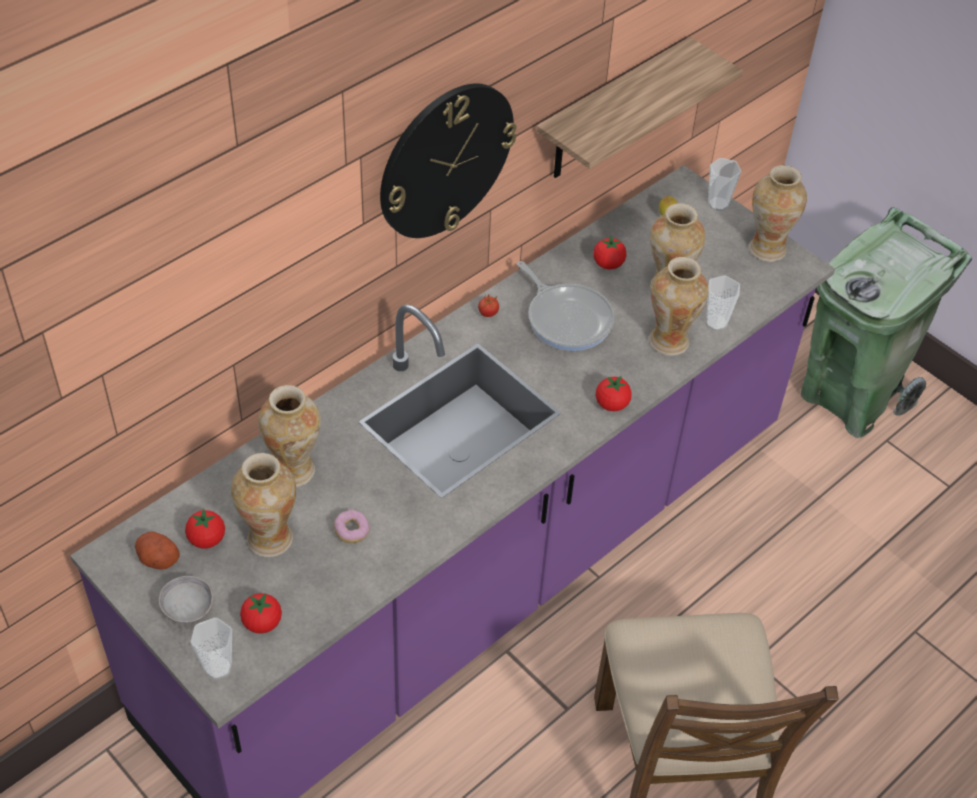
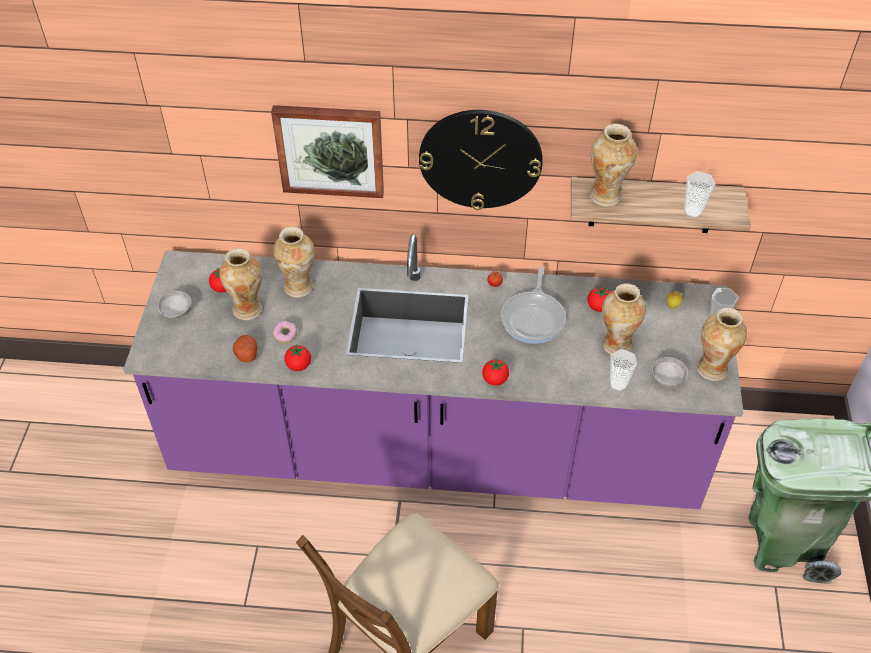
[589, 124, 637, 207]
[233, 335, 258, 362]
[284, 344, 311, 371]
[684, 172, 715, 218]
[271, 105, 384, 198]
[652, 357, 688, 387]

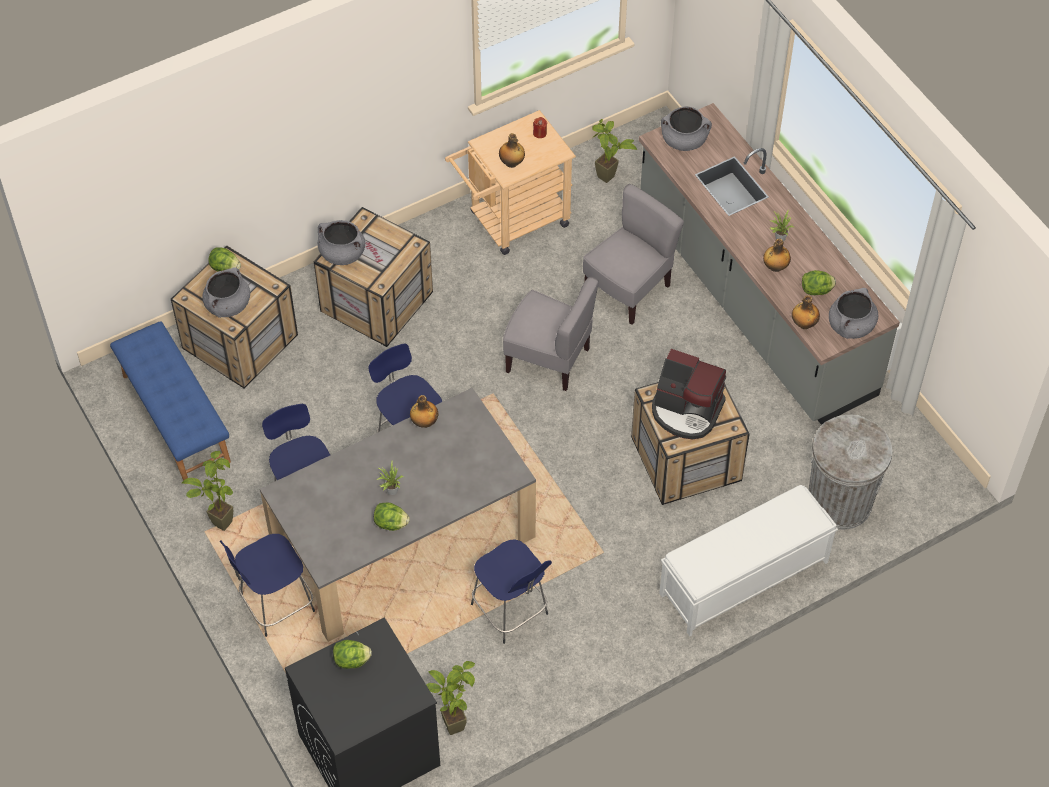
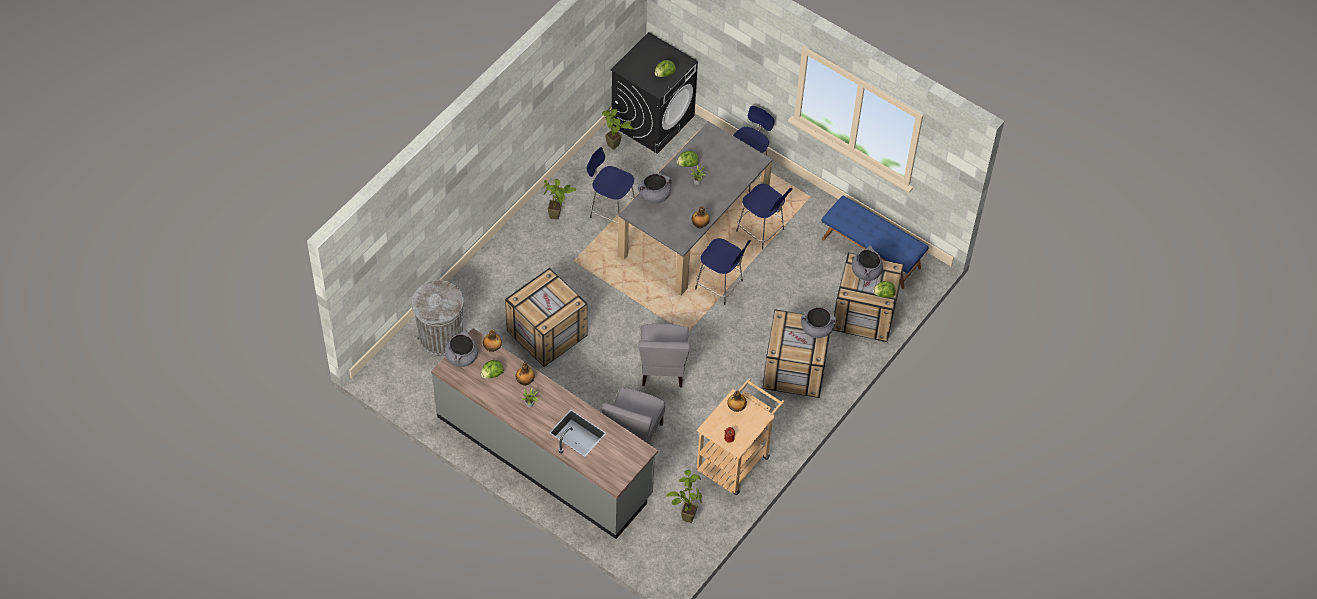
[638, 173, 672, 204]
[639, 324, 690, 387]
[652, 349, 726, 440] (first image)
[544, 179, 577, 220]
[659, 485, 838, 636] (first image)

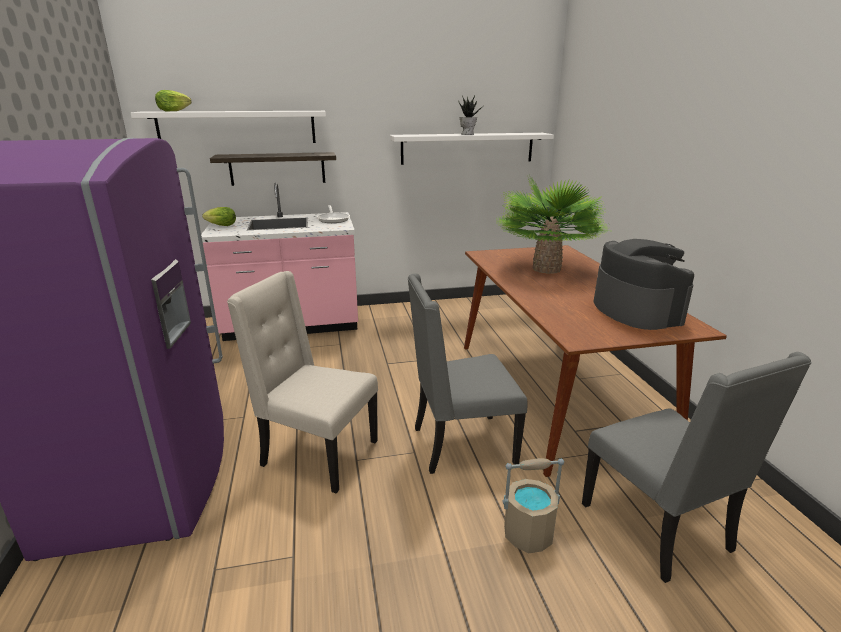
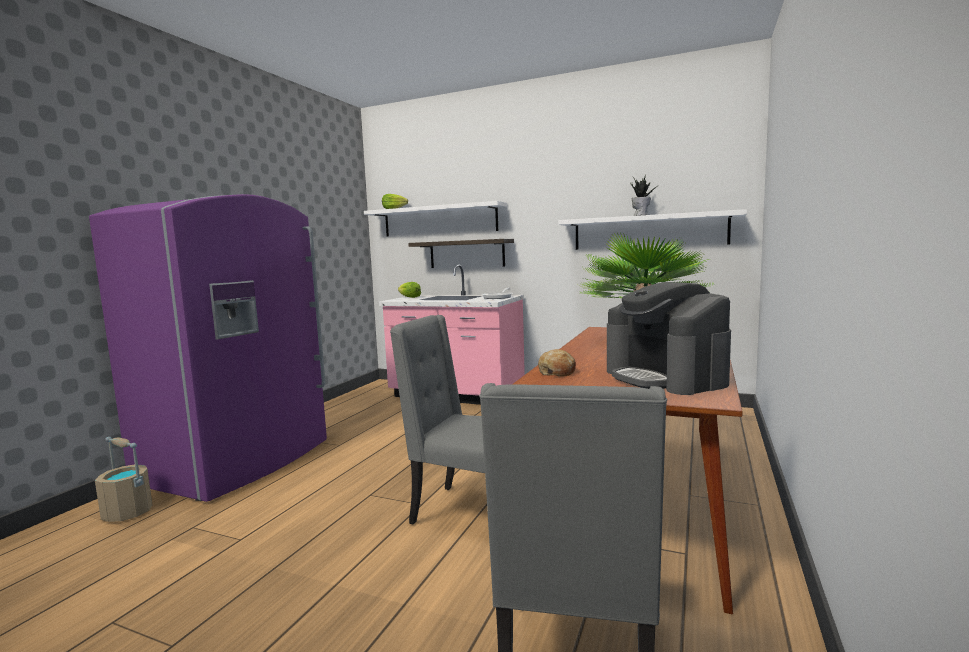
[607, 282, 731, 395]
[227, 271, 378, 494] (first image)
[95, 437, 153, 522]
[538, 349, 576, 377]

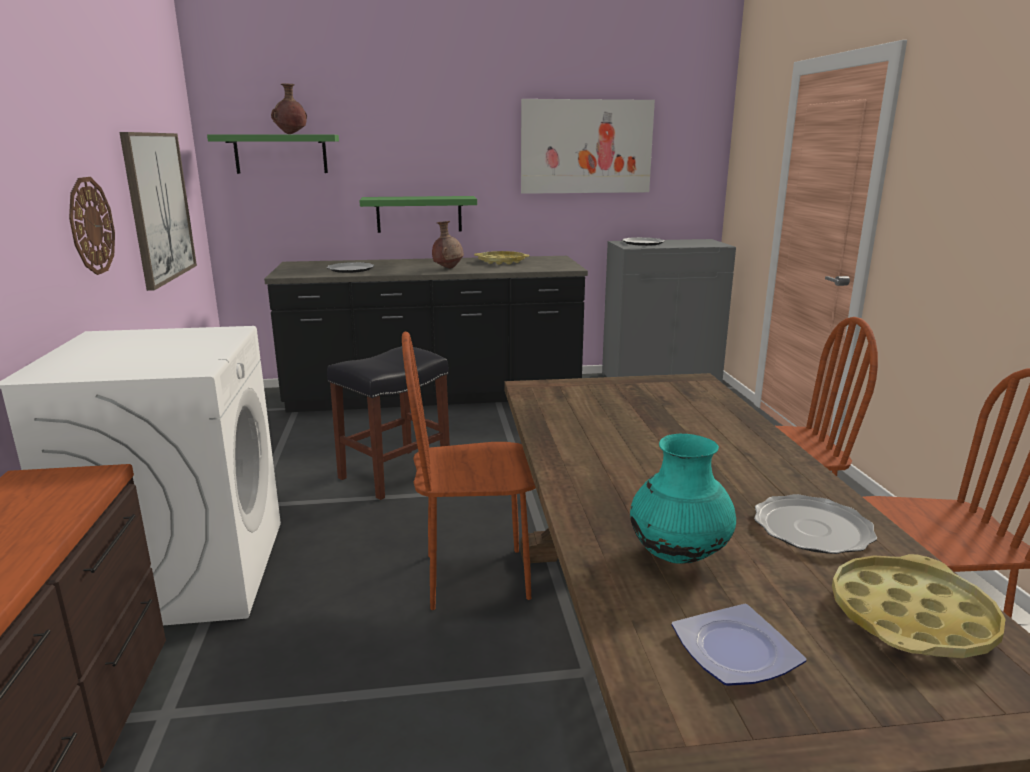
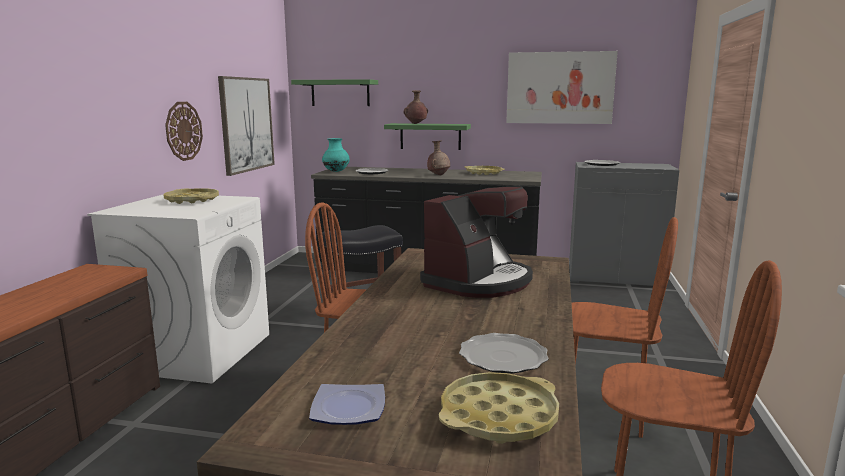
[404, 90, 428, 124]
[322, 138, 349, 172]
[420, 186, 533, 298]
[164, 188, 219, 204]

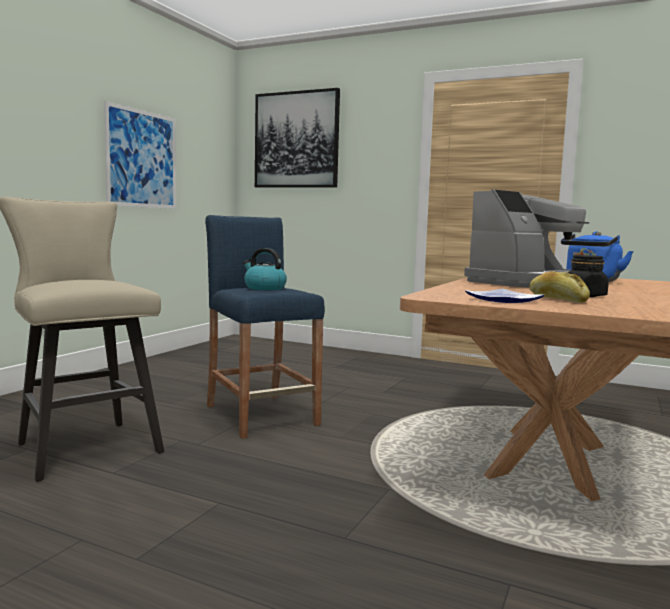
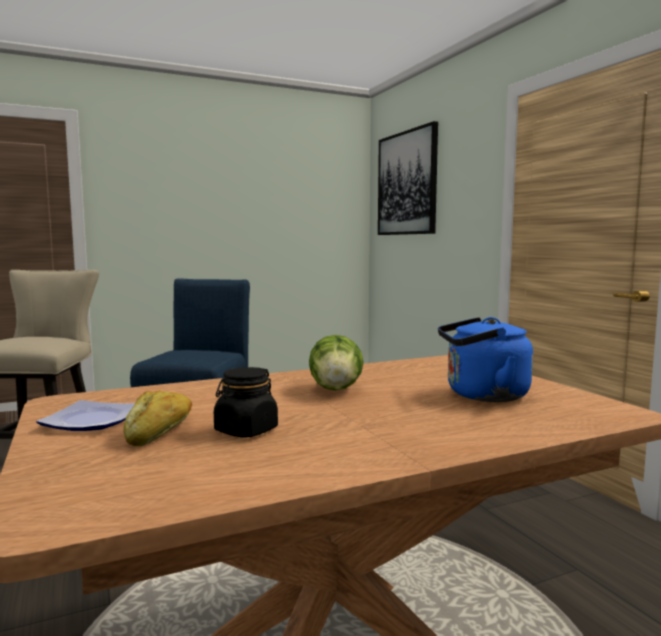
[104, 101, 176, 209] (first image)
[309, 335, 364, 391]
[243, 248, 287, 290] (first image)

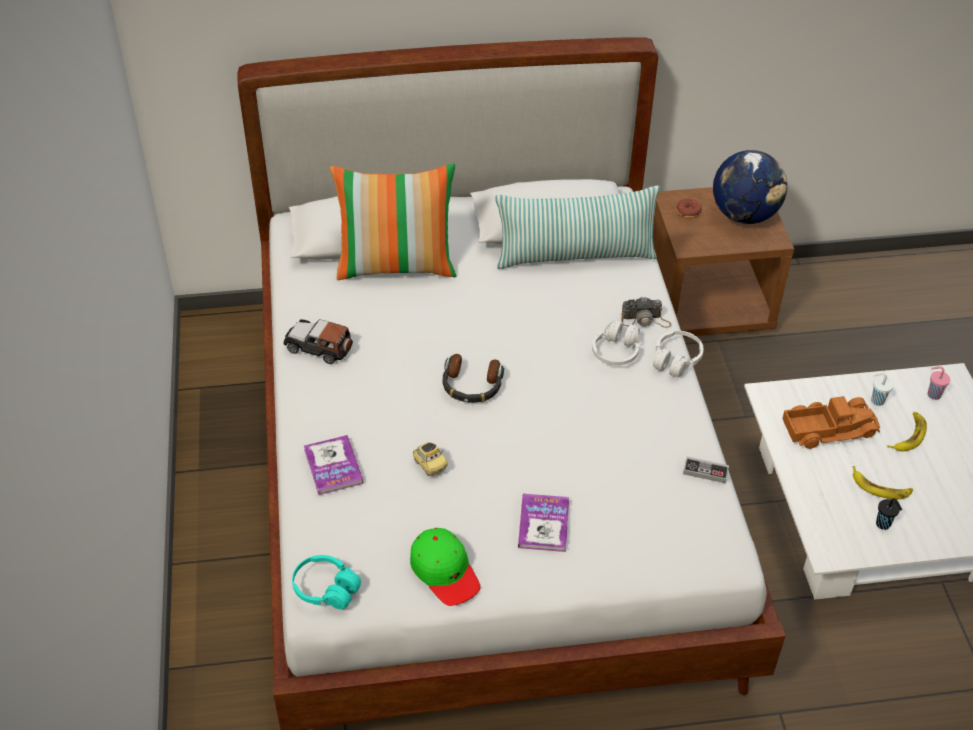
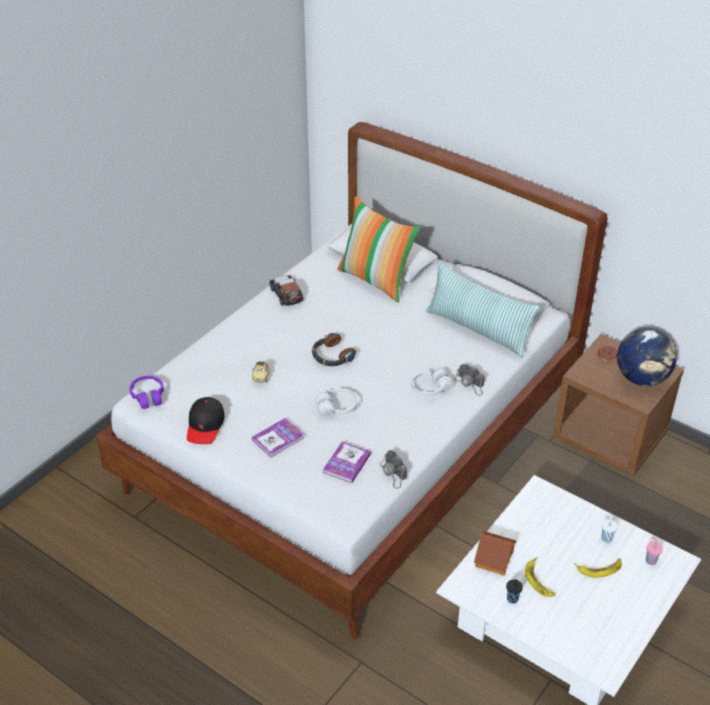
[315, 388, 358, 417]
[782, 396, 880, 449] (first image)
[323, 441, 371, 483]
[380, 450, 407, 489]
[187, 397, 225, 444]
[129, 376, 164, 409]
[474, 532, 516, 576]

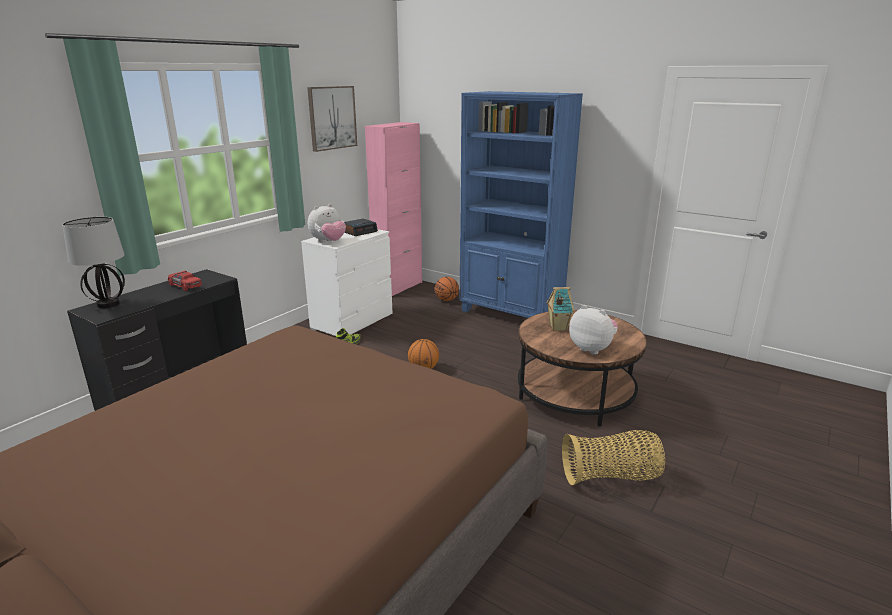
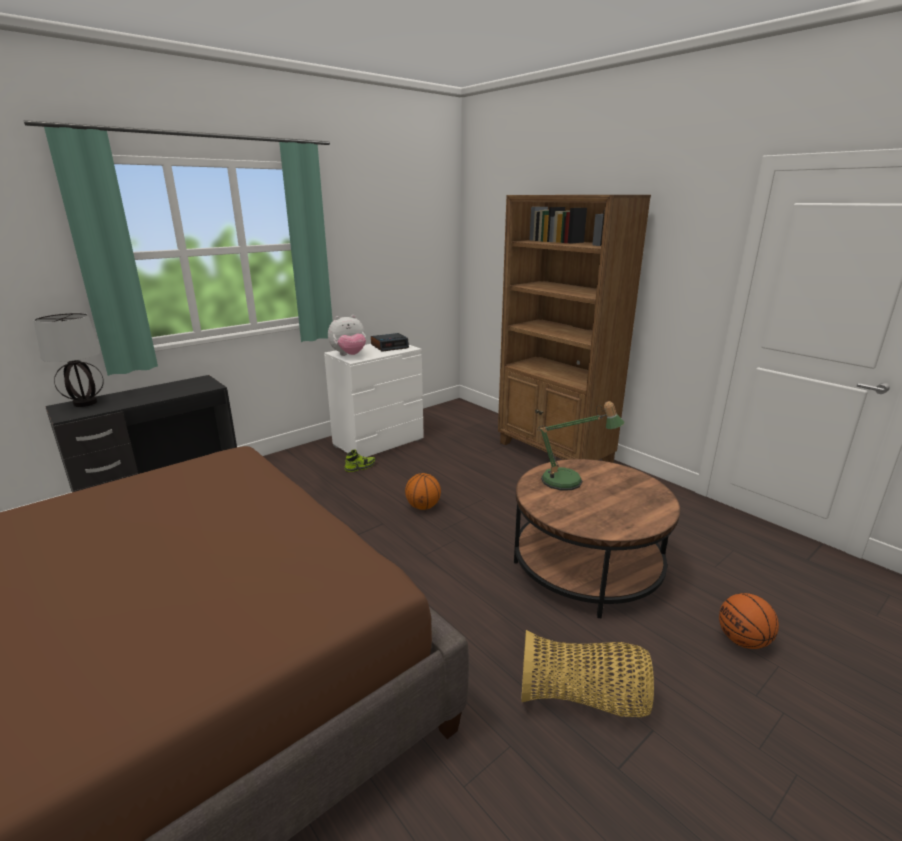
[307, 86, 357, 152] (first image)
[498, 195, 651, 463]
[365, 122, 422, 296] (first image)
[168, 270, 202, 291] (first image)
[719, 593, 779, 649]
[538, 401, 624, 491]
[569, 305, 618, 355] (first image)

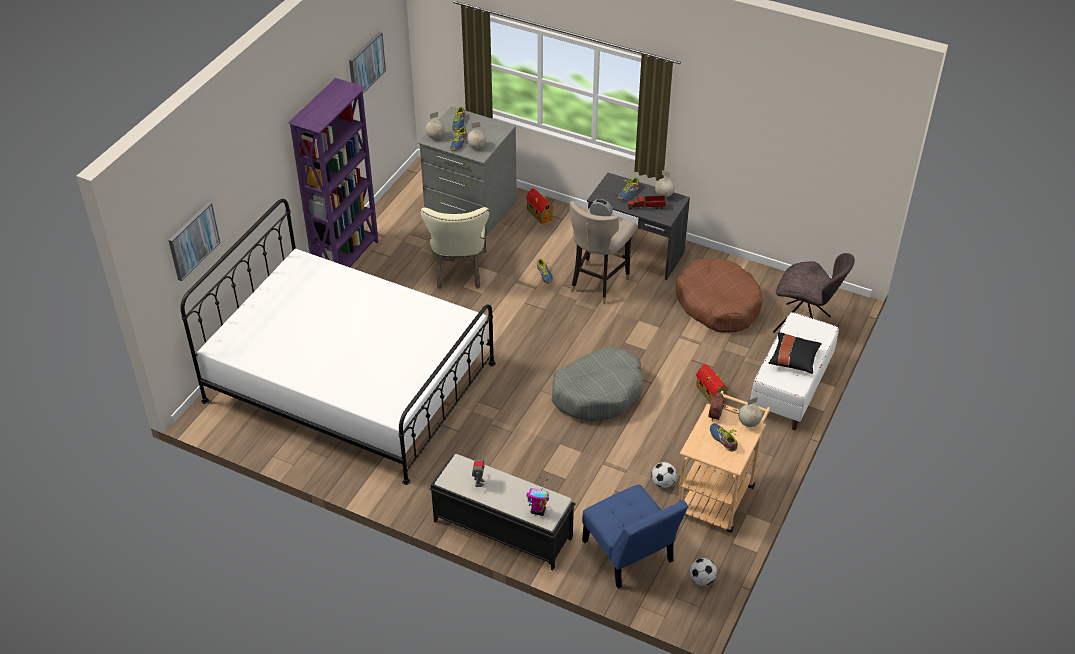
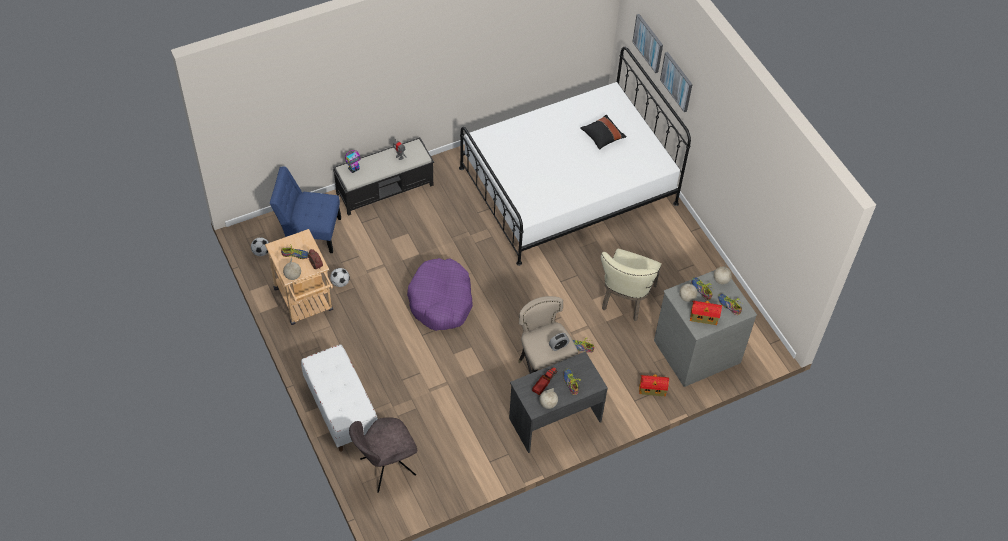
[660, 52, 693, 112]
[288, 78, 379, 267] (first image)
[601, 249, 661, 321]
[676, 258, 763, 333] (first image)
[580, 115, 627, 150]
[407, 258, 473, 331]
[690, 300, 722, 325]

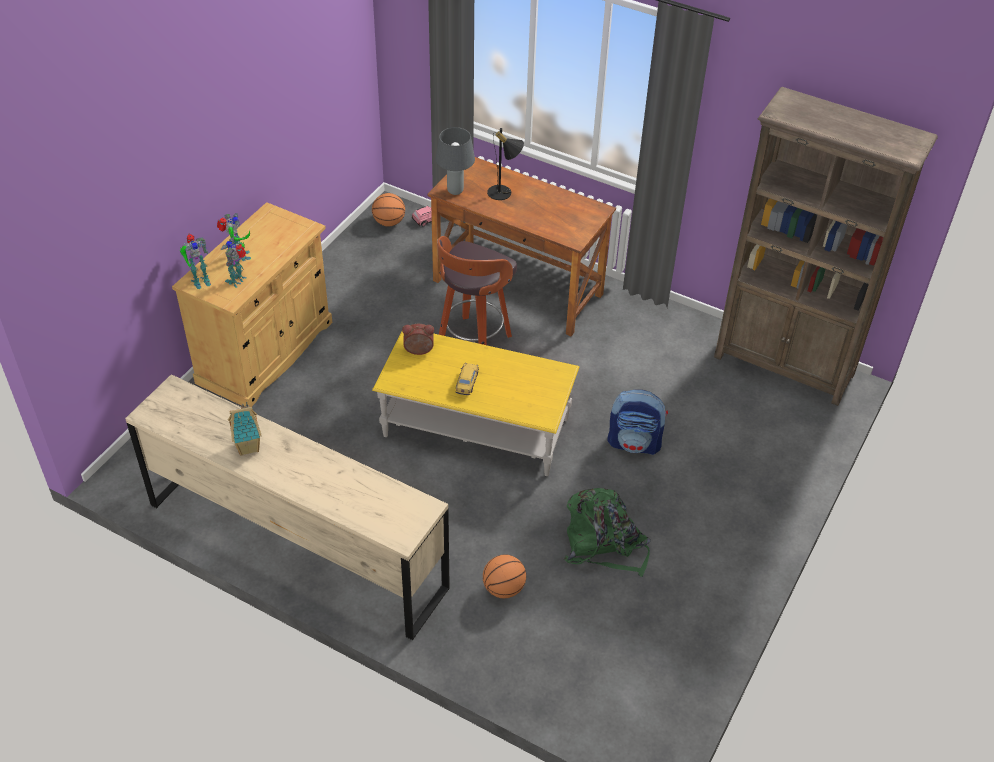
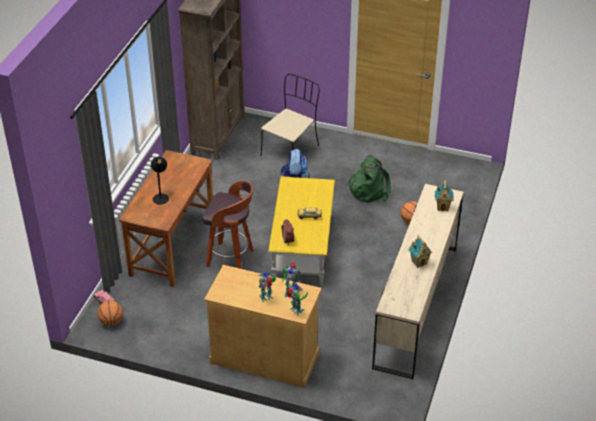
[436, 127, 475, 195] (first image)
[261, 74, 320, 156]
[435, 180, 454, 212]

